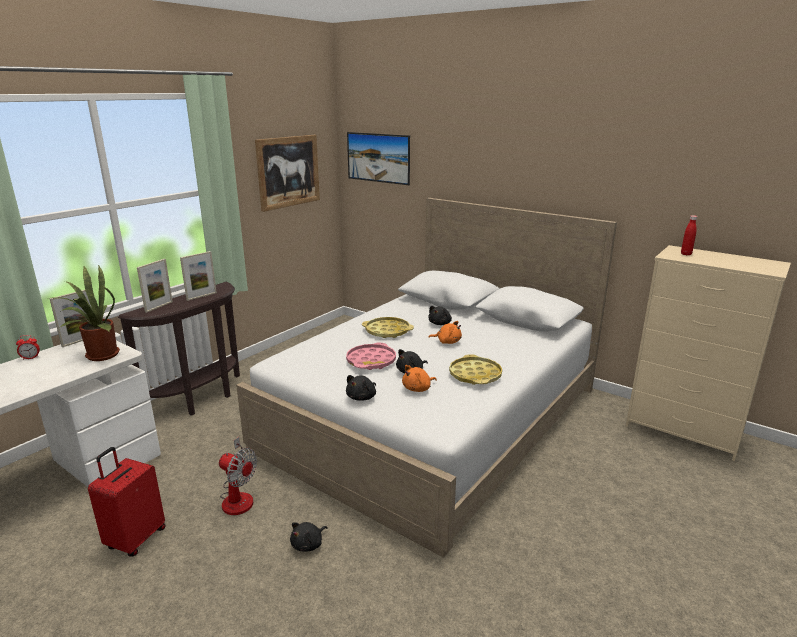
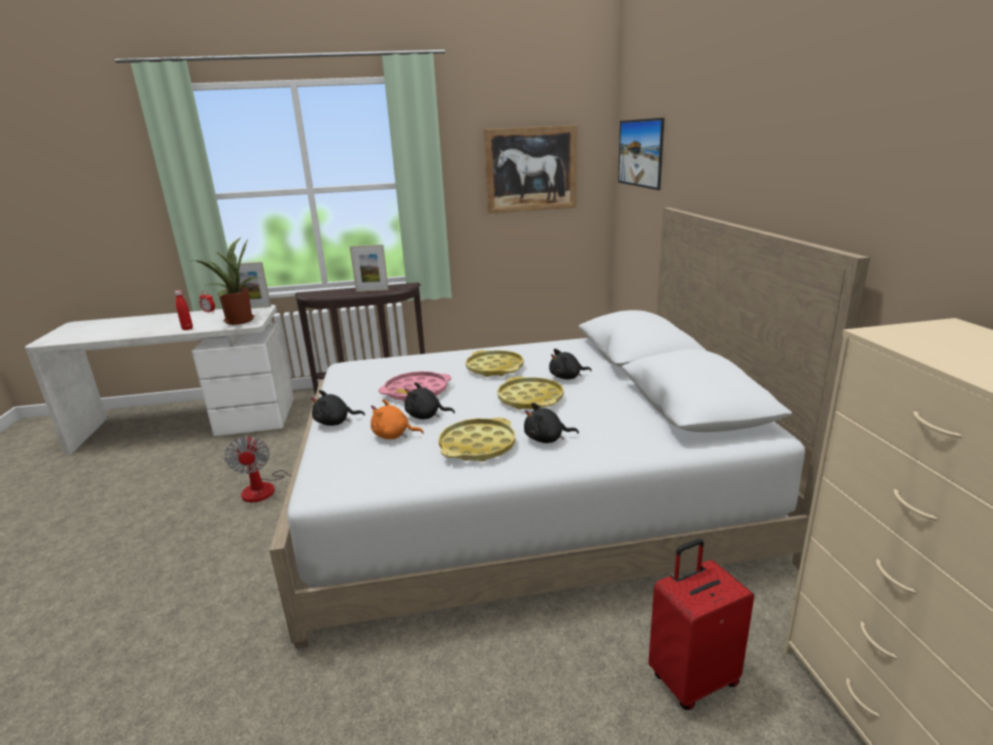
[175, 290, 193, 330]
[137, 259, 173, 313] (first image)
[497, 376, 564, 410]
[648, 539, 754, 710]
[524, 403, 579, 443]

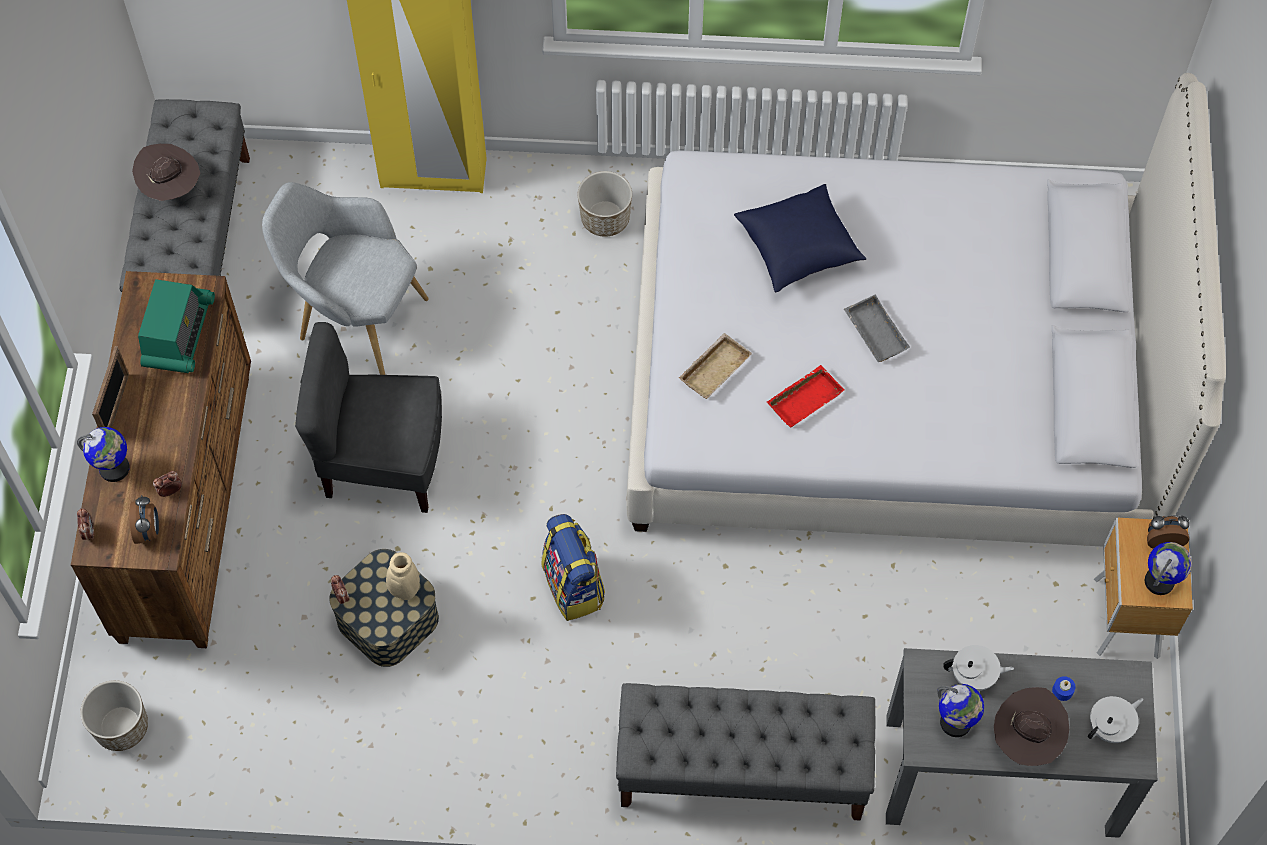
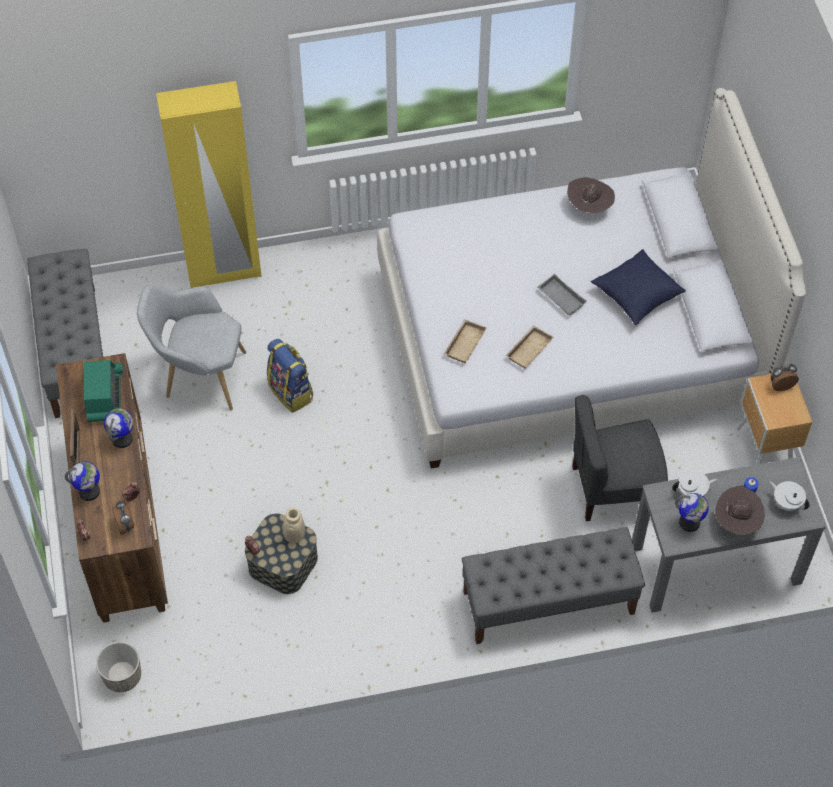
[567, 177, 615, 213]
[578, 171, 632, 237] (first image)
[591, 249, 686, 325]
[572, 395, 668, 521]
[506, 325, 553, 369]
[267, 339, 313, 413]
[104, 408, 133, 448]
[769, 481, 810, 511]

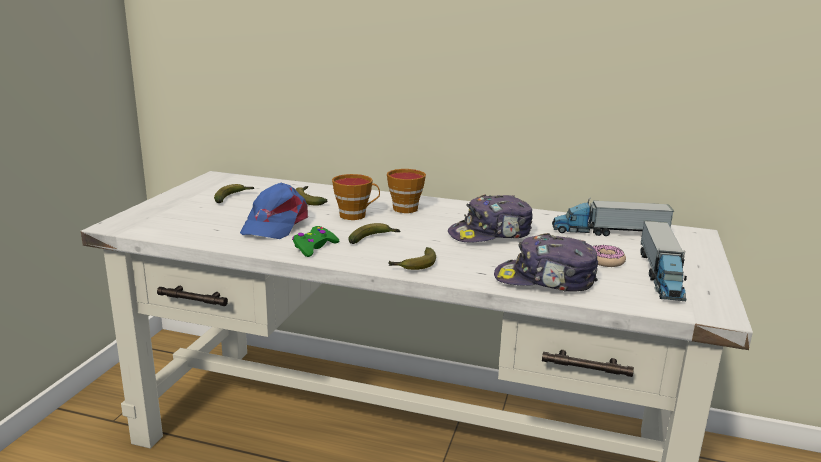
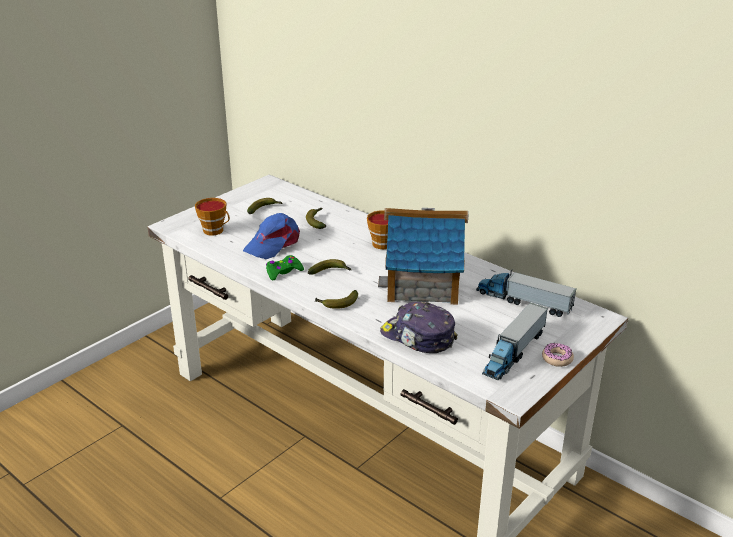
[195, 198, 230, 236]
[378, 208, 468, 305]
[542, 343, 574, 367]

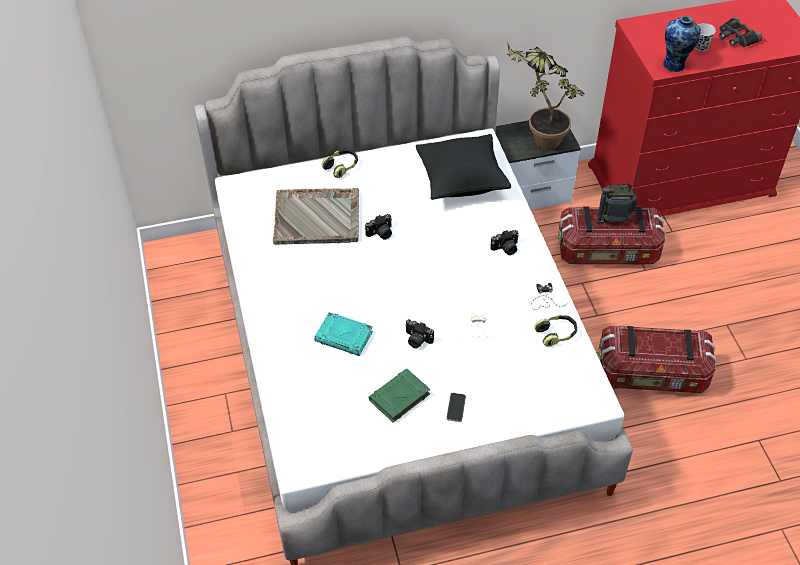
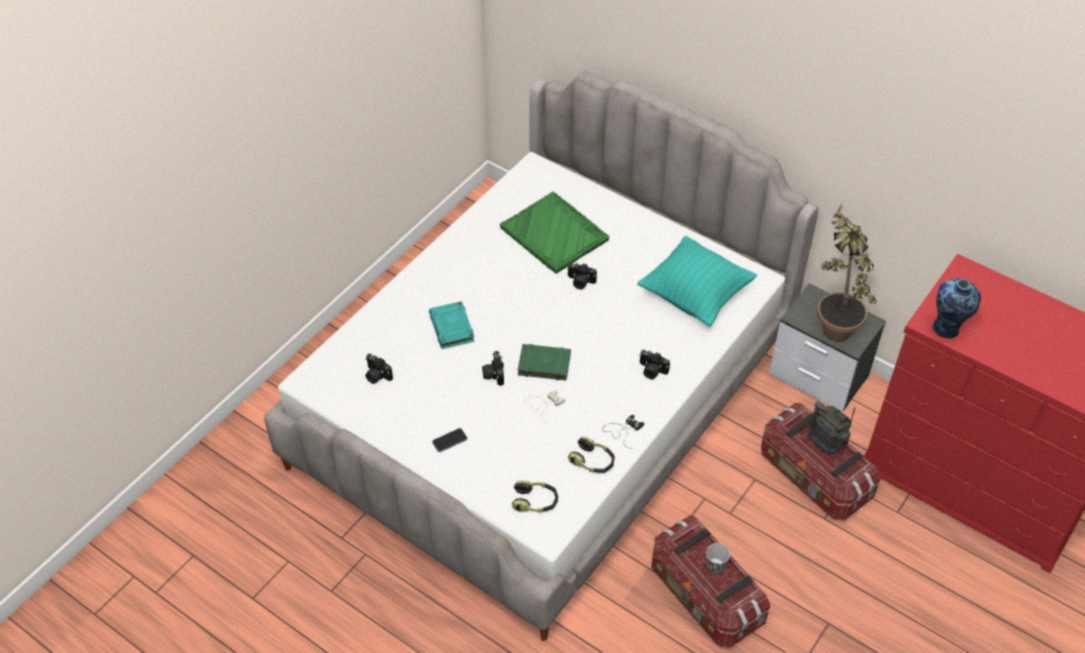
[719, 16, 763, 47] (first image)
[706, 543, 730, 574]
[637, 236, 757, 327]
[512, 480, 558, 513]
[500, 192, 609, 274]
[518, 344, 571, 381]
[365, 353, 393, 384]

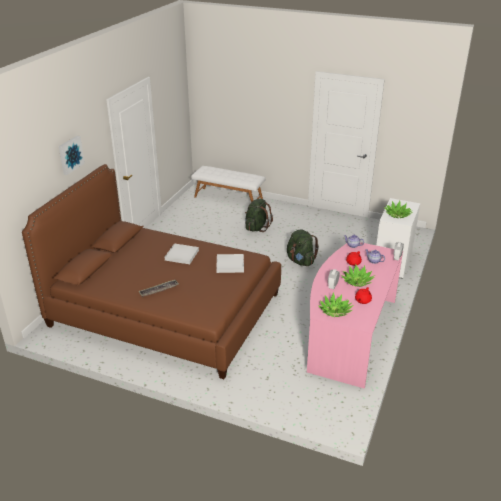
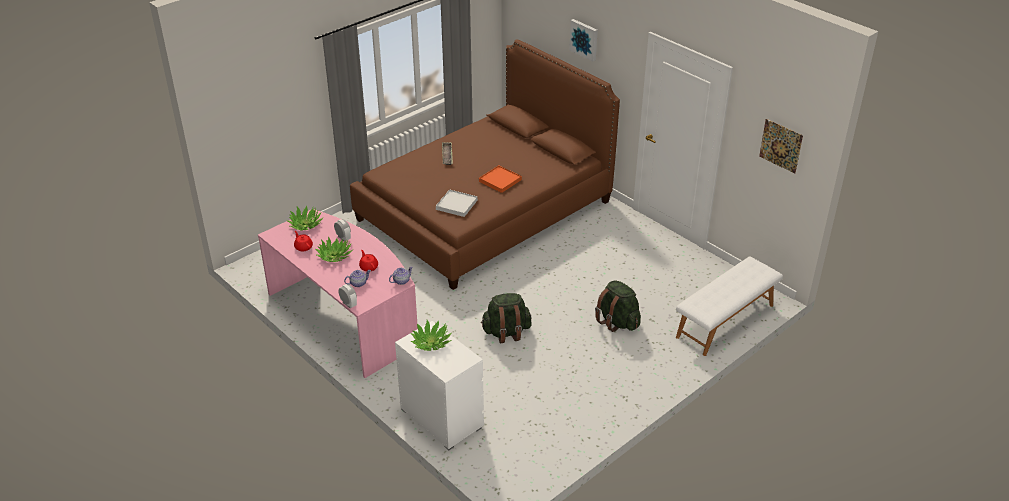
[479, 165, 522, 193]
[759, 119, 803, 174]

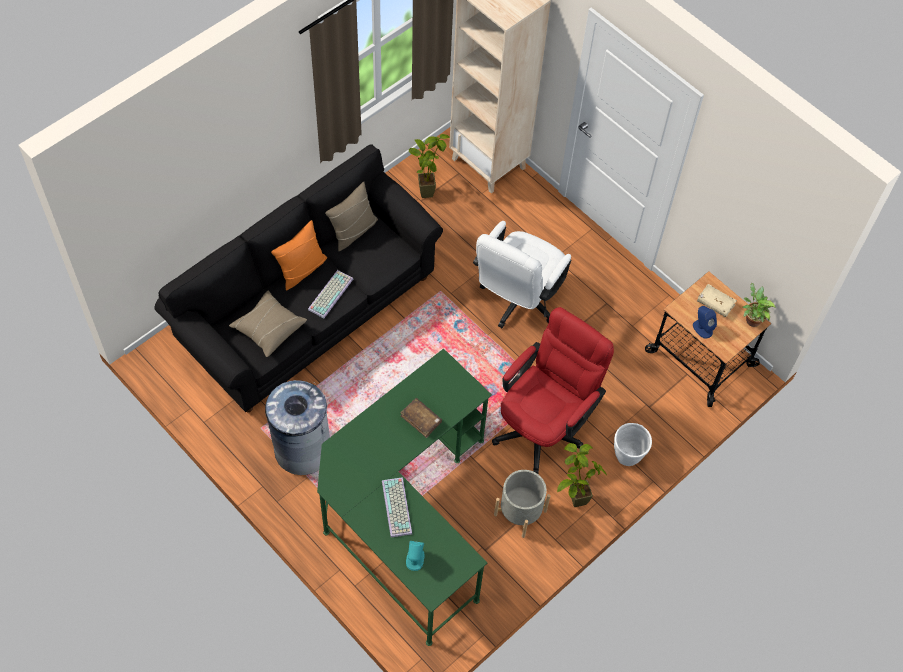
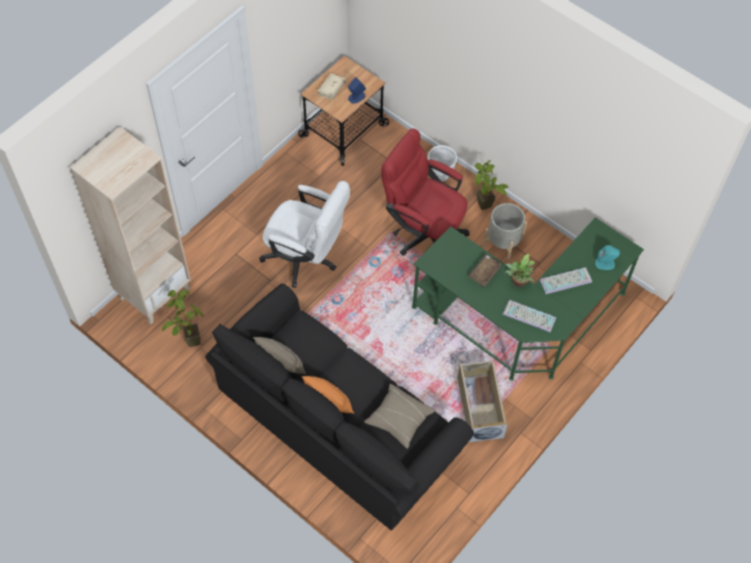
[503, 300, 556, 332]
[505, 253, 535, 287]
[457, 360, 508, 443]

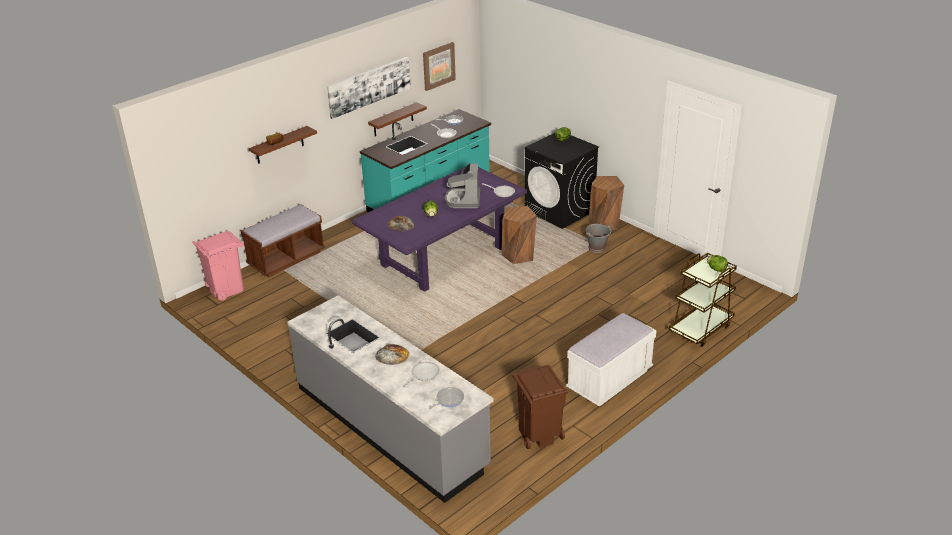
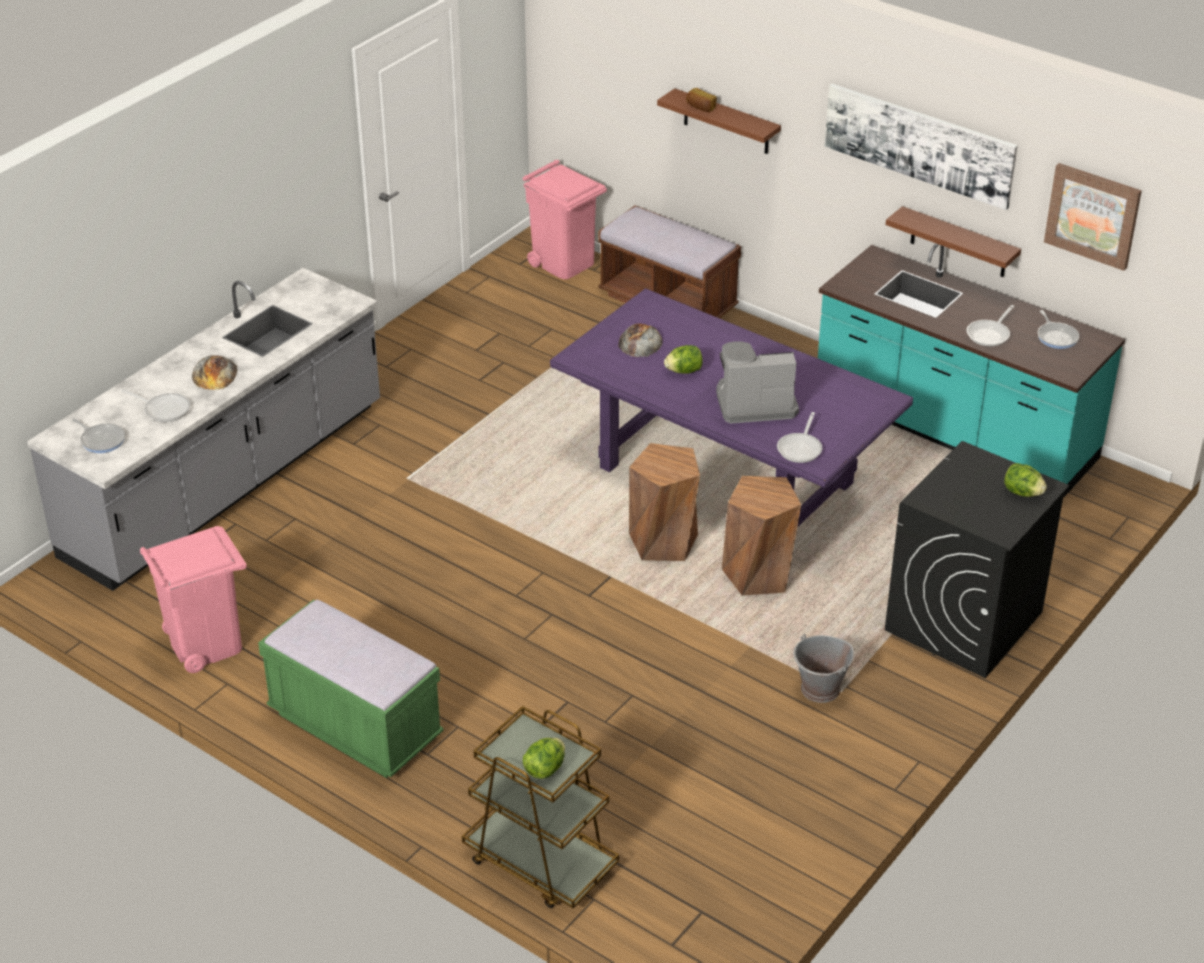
[629, 443, 700, 561]
[258, 599, 444, 778]
[140, 526, 247, 673]

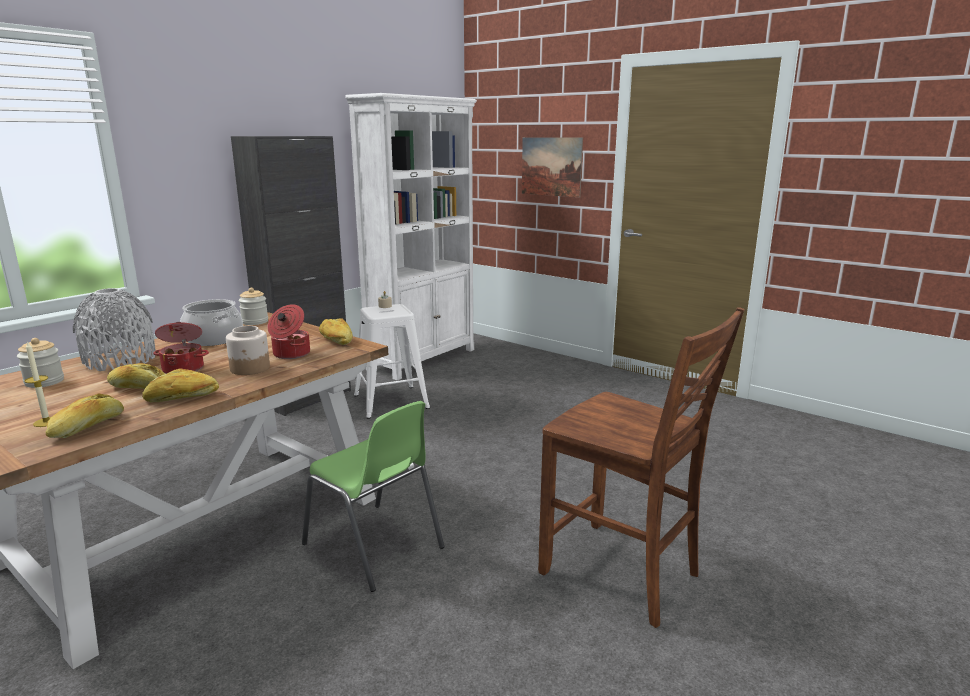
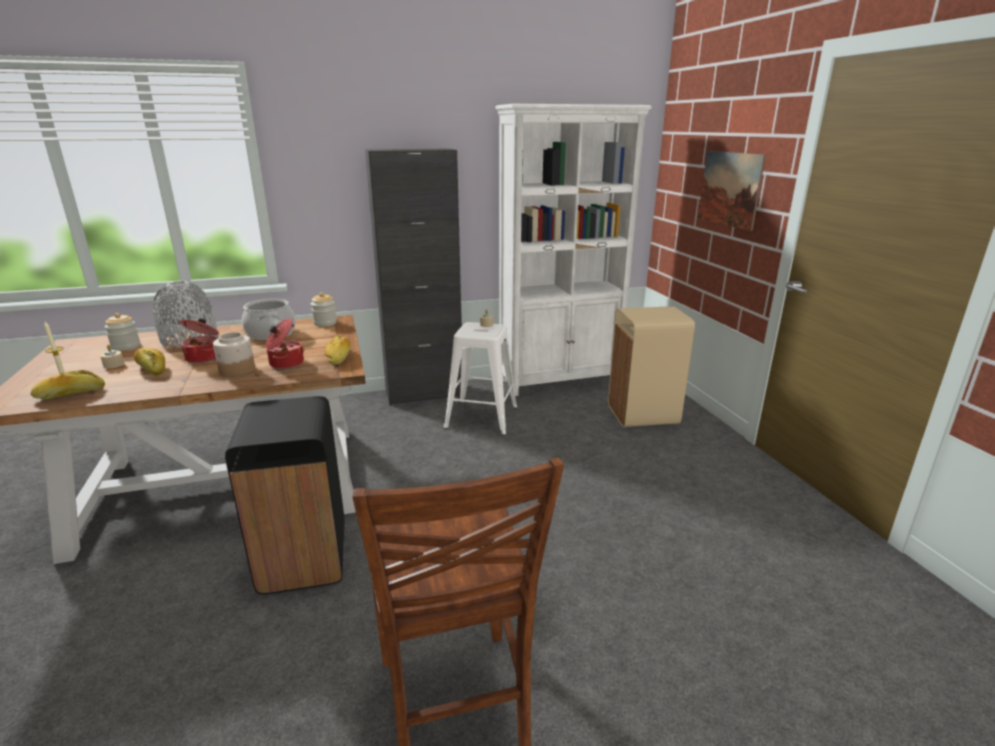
[142, 368, 219, 403] (first image)
[225, 396, 344, 594]
[608, 306, 695, 427]
[100, 345, 124, 368]

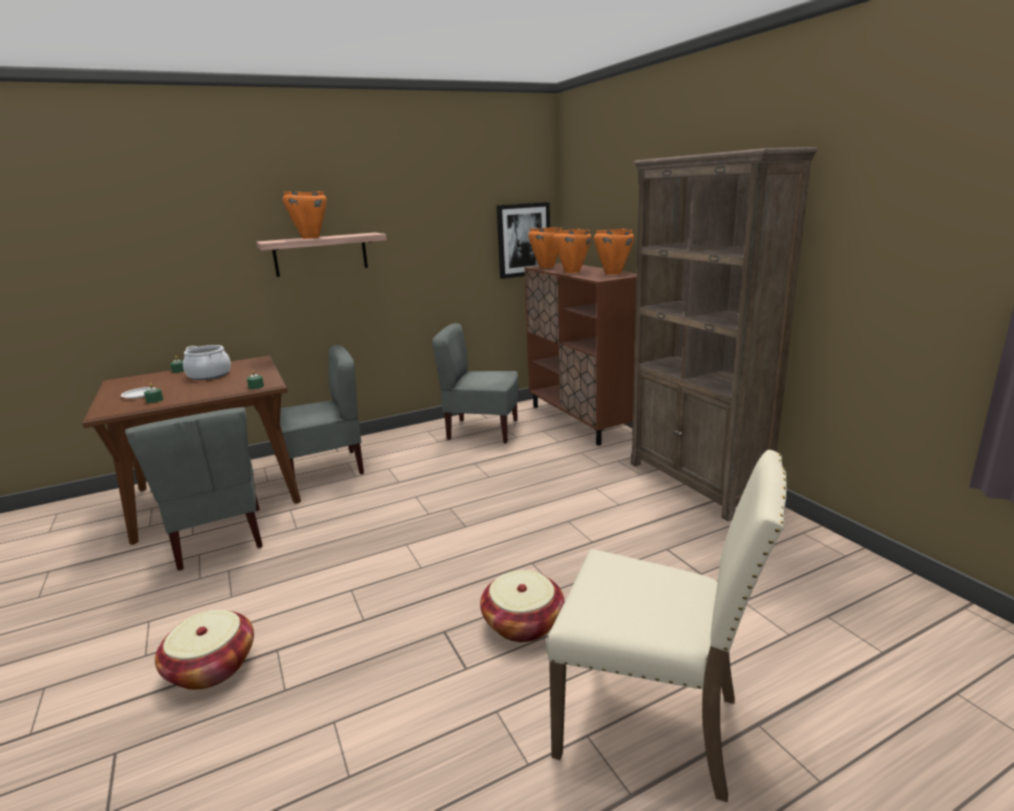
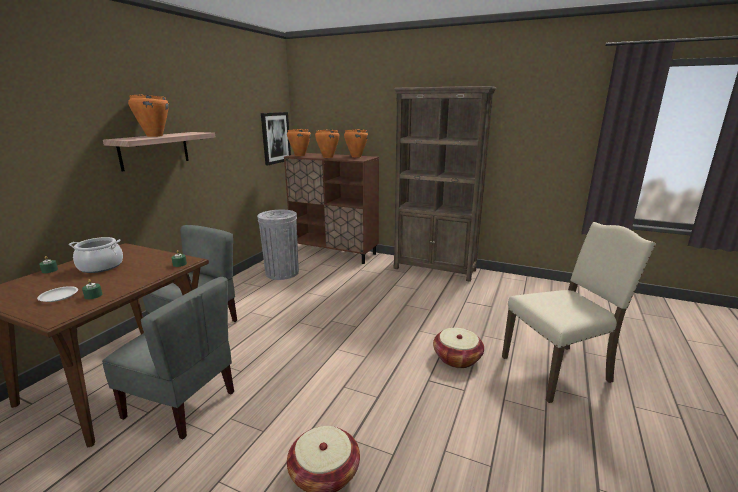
[257, 210, 299, 280]

